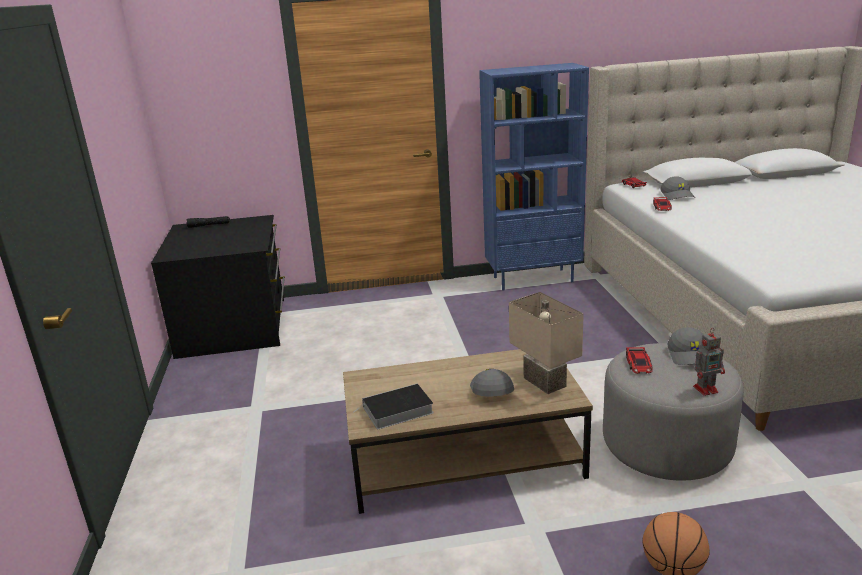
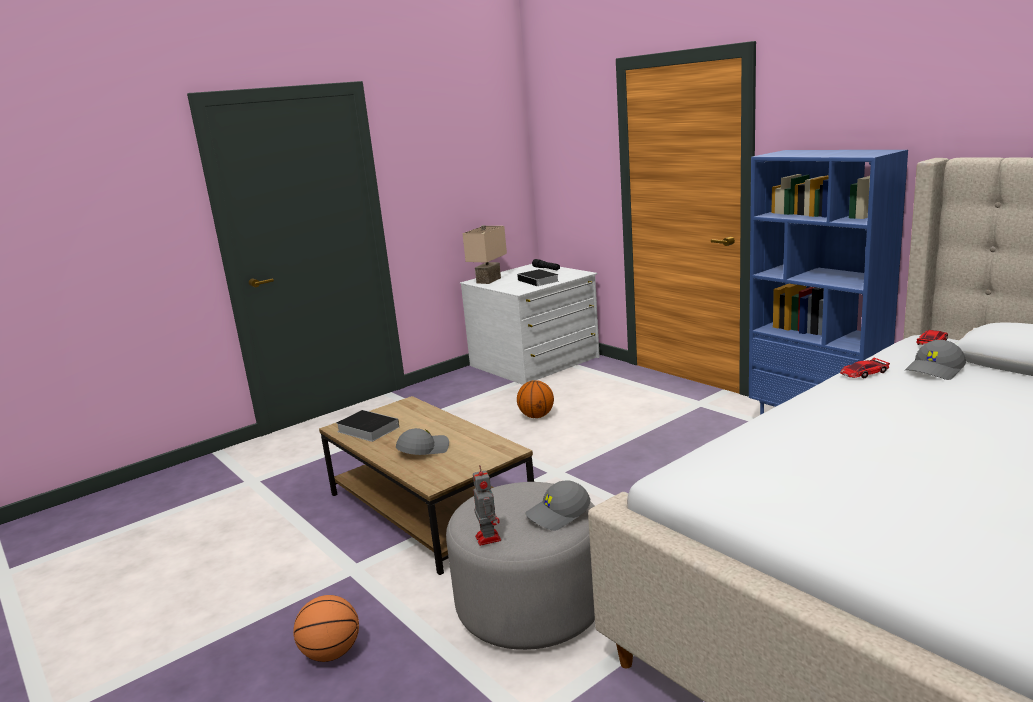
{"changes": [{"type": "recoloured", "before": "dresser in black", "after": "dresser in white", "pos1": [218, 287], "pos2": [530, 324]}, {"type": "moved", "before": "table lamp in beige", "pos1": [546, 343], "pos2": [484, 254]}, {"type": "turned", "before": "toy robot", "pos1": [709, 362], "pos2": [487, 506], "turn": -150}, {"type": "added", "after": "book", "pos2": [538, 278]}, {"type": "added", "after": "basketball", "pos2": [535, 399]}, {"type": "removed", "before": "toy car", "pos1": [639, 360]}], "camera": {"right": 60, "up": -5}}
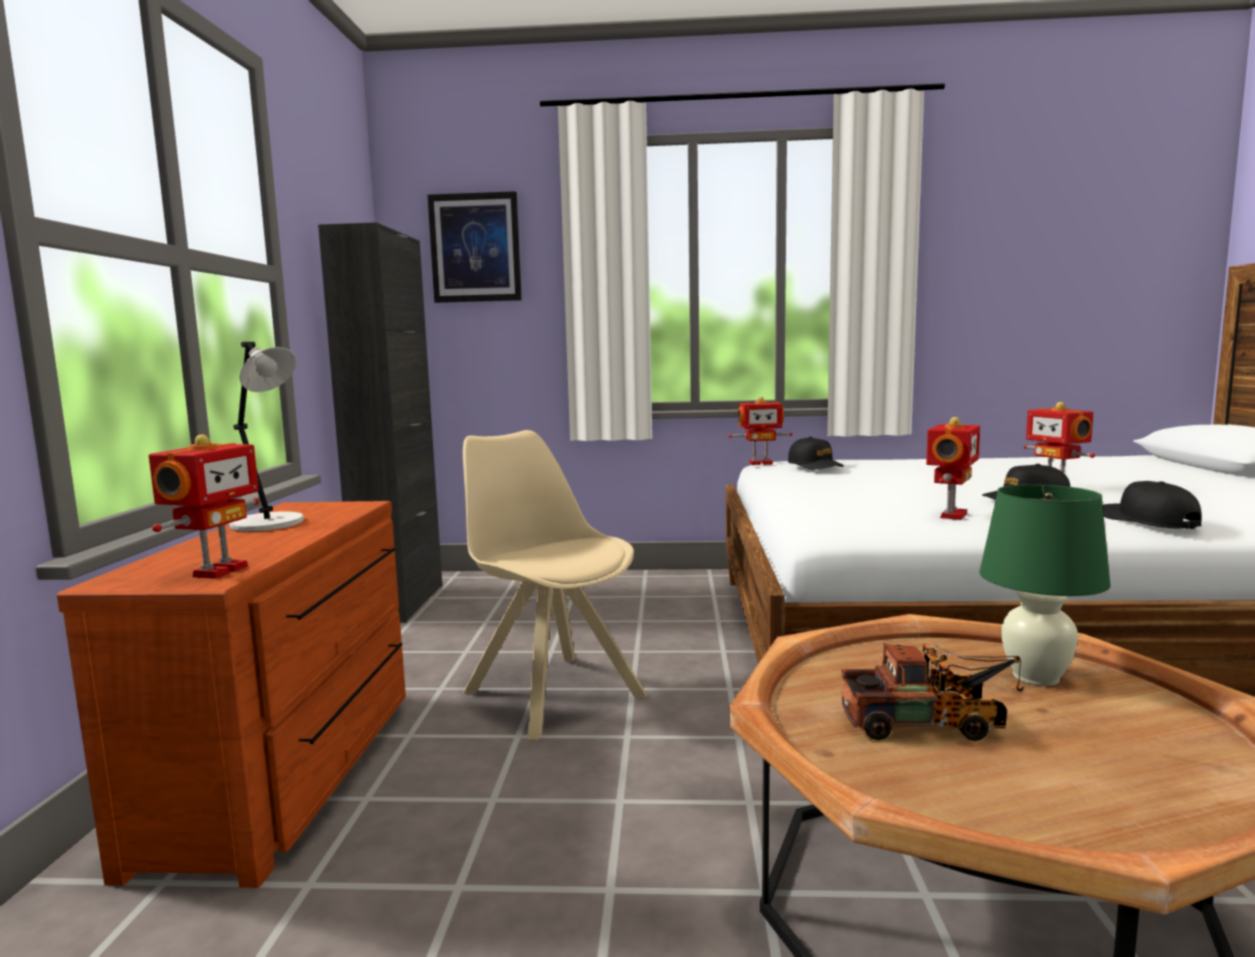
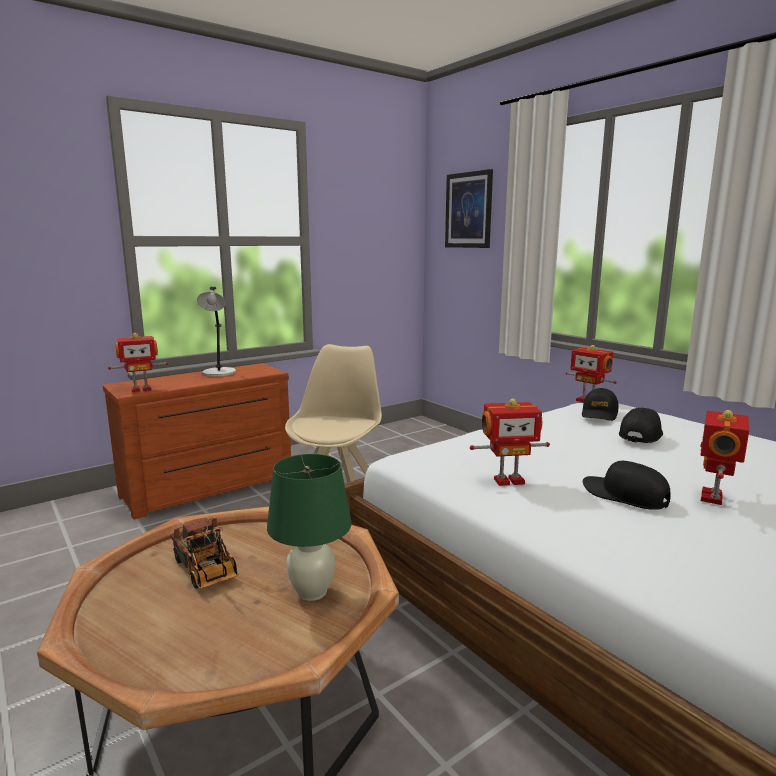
{"changes": [{"type": "moved", "before": "cap in black", "pos1": [1152, 505], "pos2": [641, 425]}, {"type": "removed", "before": "cabinet in black", "pos1": [380, 422]}], "camera": {"right": 50, "up": 5}}
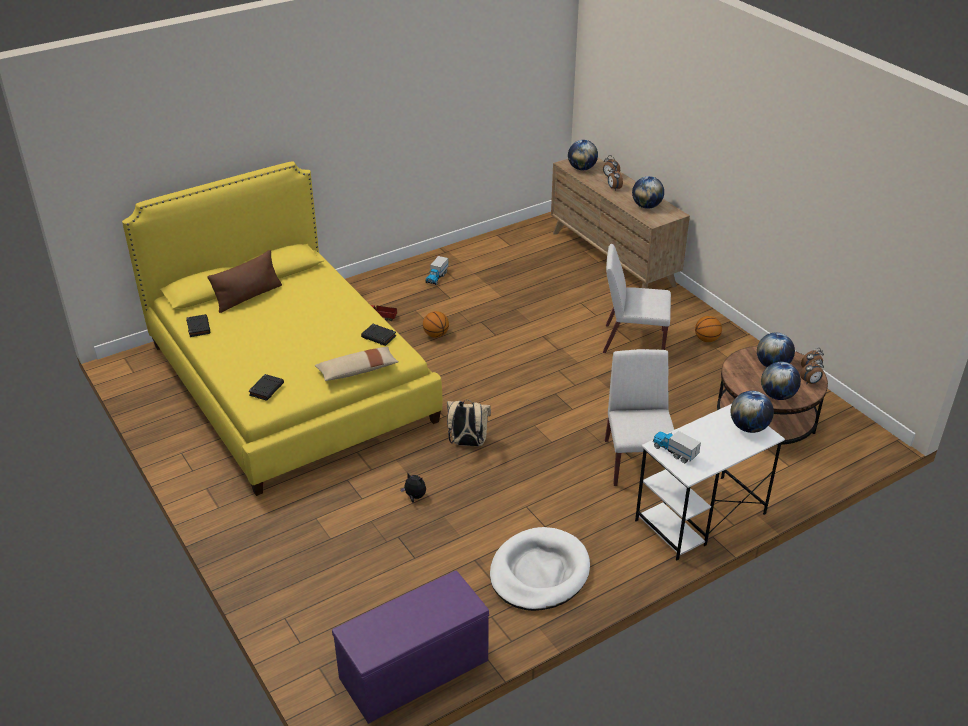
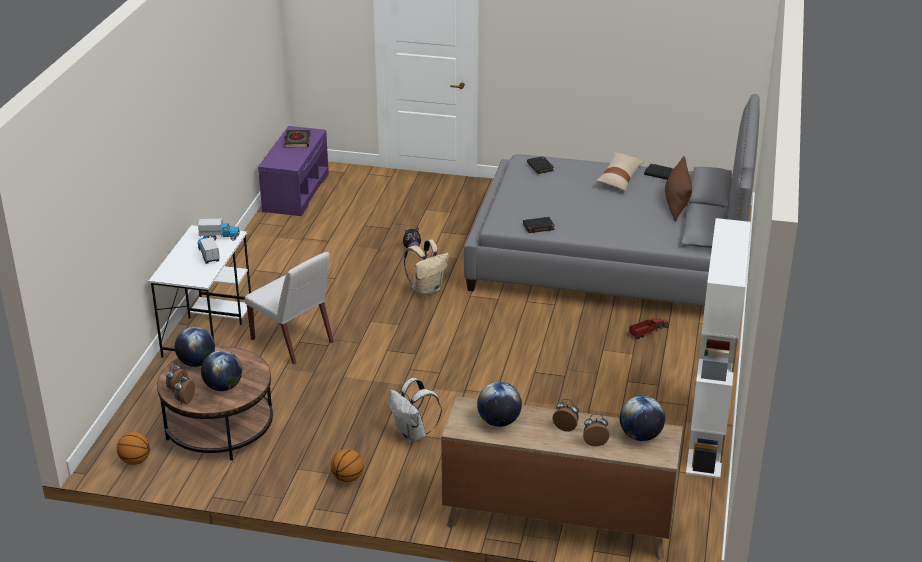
{"changes": [{"type": "moved", "before": "basketball", "pos1": [436, 324], "pos2": [133, 448]}, {"type": "moved", "before": "toy truck", "pos1": [436, 270], "pos2": [209, 250]}, {"type": "added", "after": "book in black", "pos2": [297, 139]}, {"type": "replaced", "before": "chair in white", "after": "backpack in white", "pos1": [637, 298], "pos2": [415, 410]}, {"type": "recoloured", "before": "bed in yellow", "after": "bed in grey", "pos1": [282, 328], "pos2": [612, 200]}, {"type": "moved", "before": "pillow in beige", "pos1": [357, 364], "pos2": [620, 171]}, {"type": "added", "after": "bookcase in white", "pos2": [718, 348]}, {"type": "removed", "before": "dog bed in white", "pos1": [540, 569]}, {"type": "removed", "before": "globe", "pos1": [752, 412]}], "camera": {"right": 135, "up": -5}}
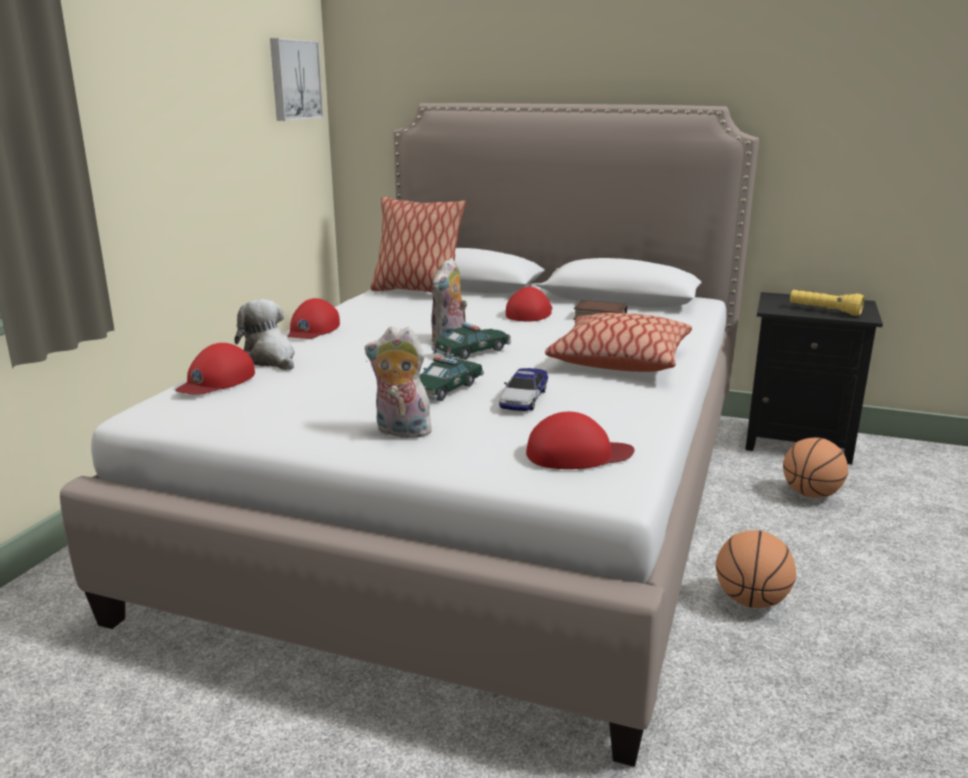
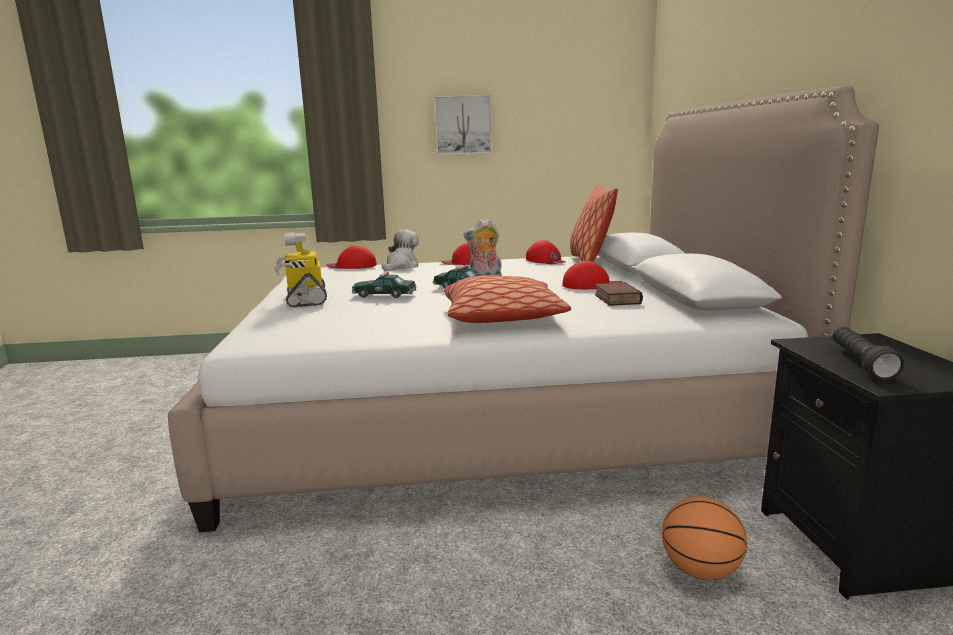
{"changes": [{"type": "replaced", "before": "plush toy", "after": "toy robot", "pos1": [401, 382], "pos2": [300, 270]}, {"type": "moved", "before": "picture", "pos1": [297, 79], "pos2": [463, 125]}, {"type": "moved", "before": "cap in red", "pos1": [580, 440], "pos2": [545, 252]}, {"type": "recoloured", "before": "flashlight in yellow", "after": "flashlight in black", "pos1": [827, 303], "pos2": [868, 353]}, {"type": "removed", "before": "toy car", "pos1": [523, 389]}, {"type": "removed", "before": "basketball", "pos1": [756, 569]}], "camera": {"right": 65, "up": -5}}
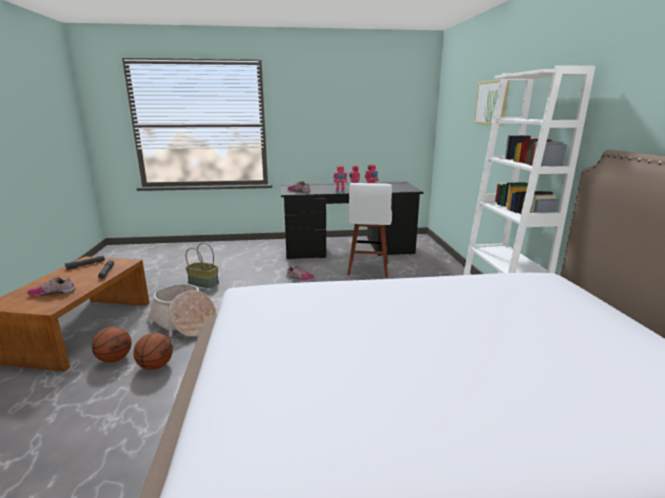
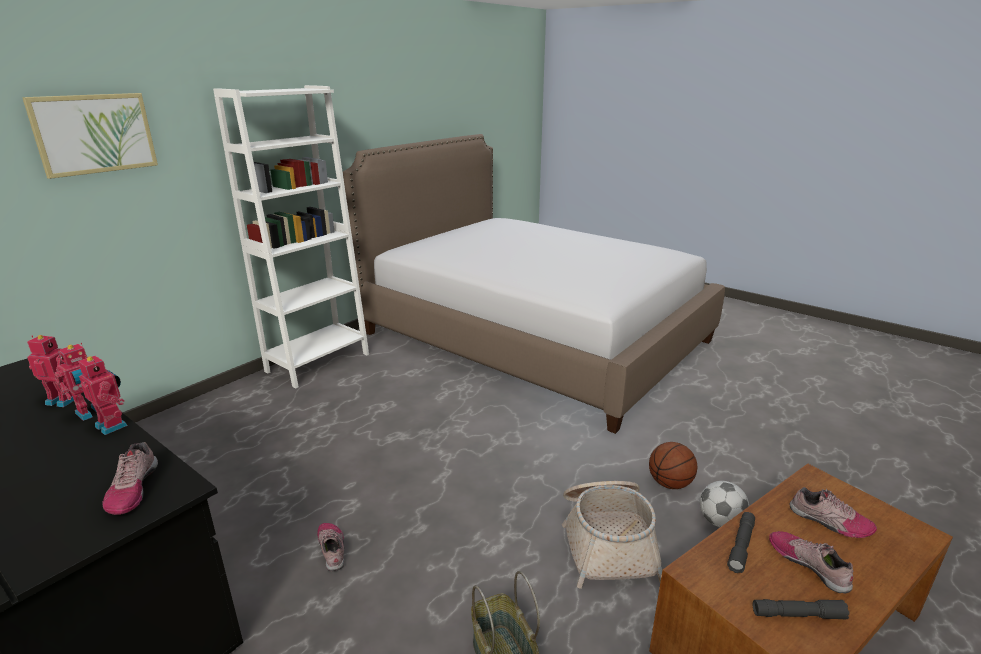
{"changes": [{"type": "replaced", "before": "basketball", "after": "football", "pos1": [112, 345], "pos2": [724, 504]}, {"type": "added", "after": "shoe", "pos2": [811, 562]}, {"type": "removed", "before": "stool in white", "pos1": [369, 230]}], "camera": {"right": -135, "up": 5}}
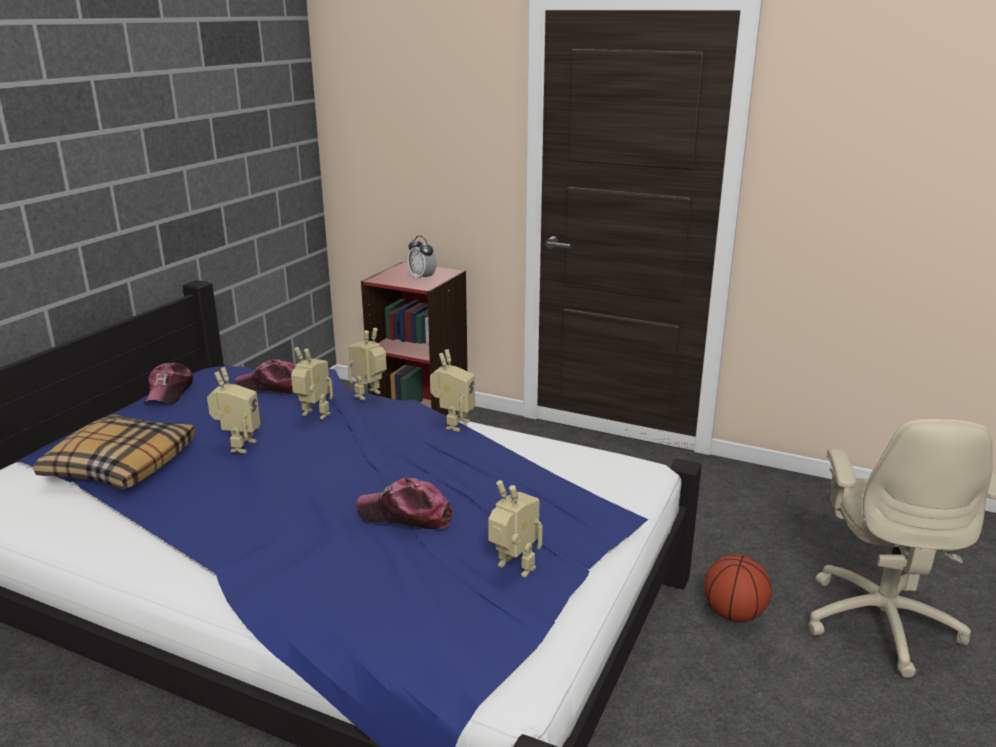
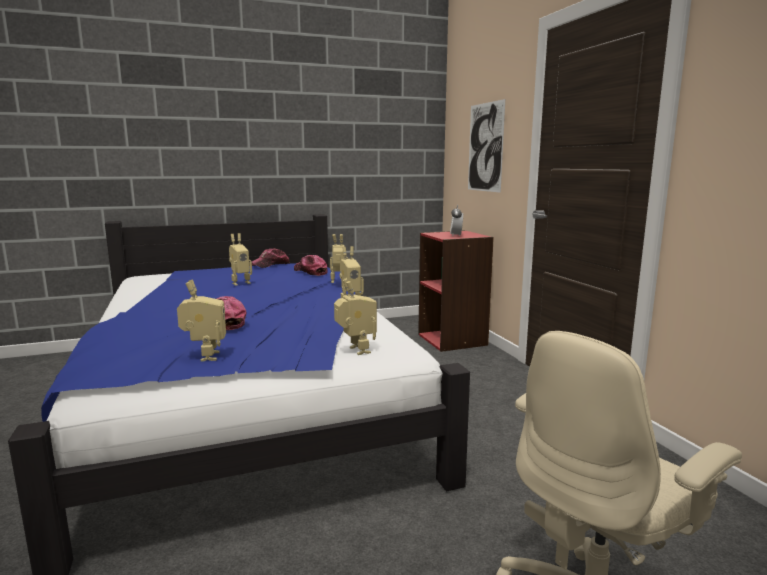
{"changes": [{"type": "moved", "before": "toy robot", "pos1": [312, 383], "pos2": [355, 317]}, {"type": "added", "after": "picture", "pos2": [486, 146]}, {"type": "removed", "before": "pillow", "pos1": [114, 451]}, {"type": "removed", "before": "basketball", "pos1": [738, 588]}], "camera": {"right": 45, "up": -10}}
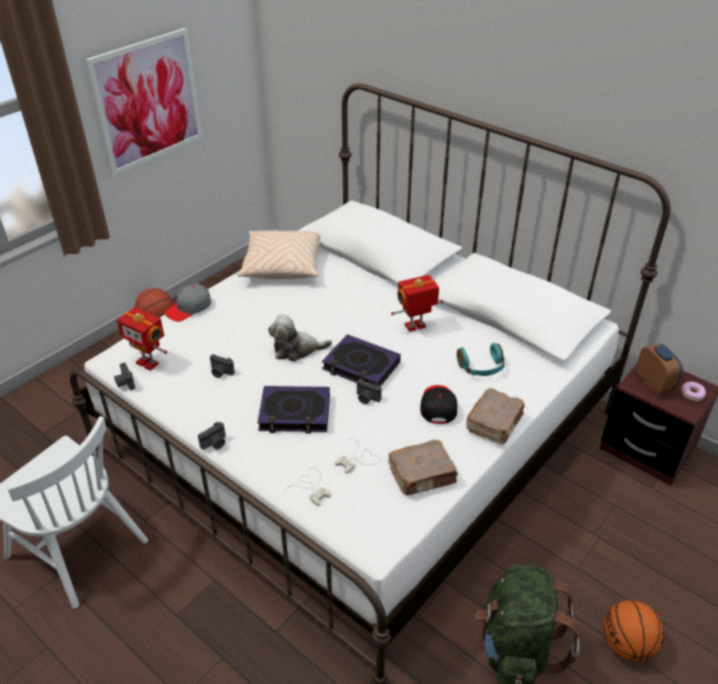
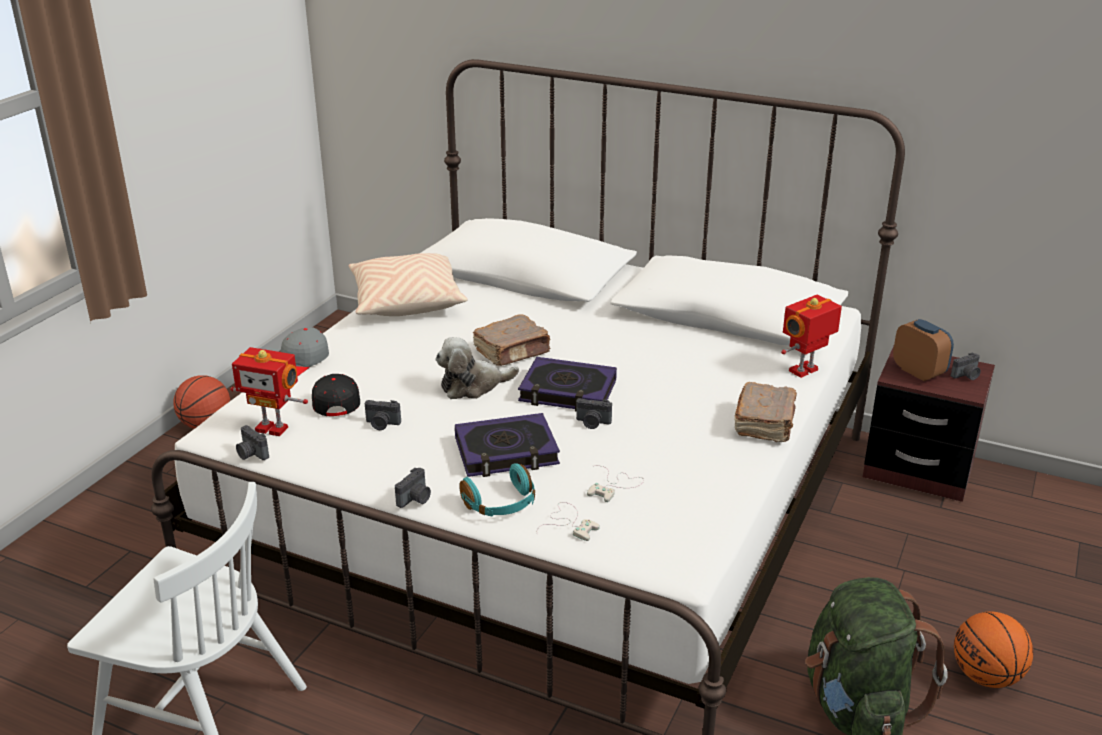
{"changes": [{"type": "moved", "before": "cap in black", "pos1": [438, 404], "pos2": [336, 395]}, {"type": "moved", "before": "headphones in turquoise", "pos1": [481, 359], "pos2": [497, 490]}, {"type": "moved", "before": "book in brown", "pos1": [423, 467], "pos2": [512, 340]}, {"type": "moved", "before": "toy robot", "pos1": [417, 303], "pos2": [811, 336]}, {"type": "replaced", "before": "donut", "after": "photo camera", "pos1": [693, 391], "pos2": [966, 366]}, {"type": "removed", "before": "picture", "pos1": [144, 102]}], "camera": {"right": -15, "up": -10}}
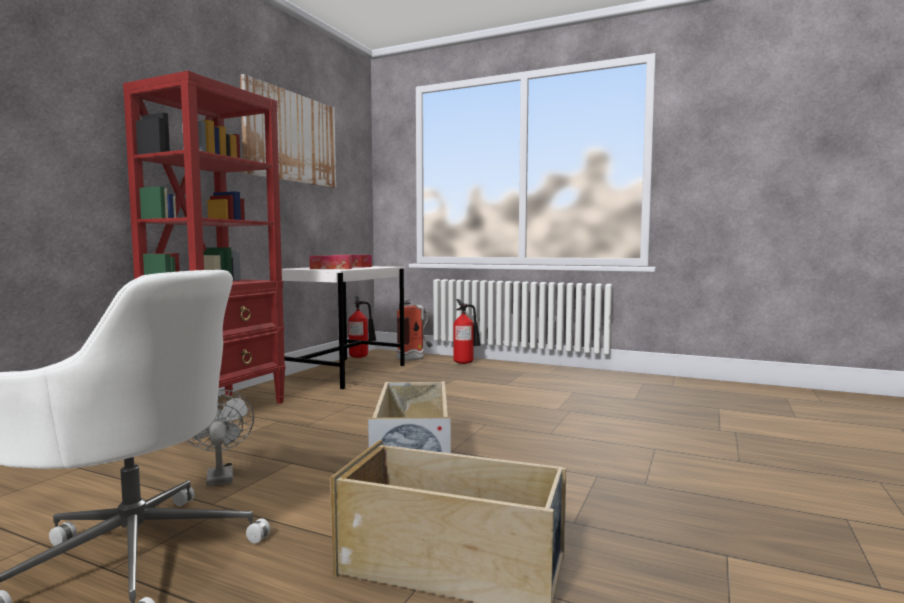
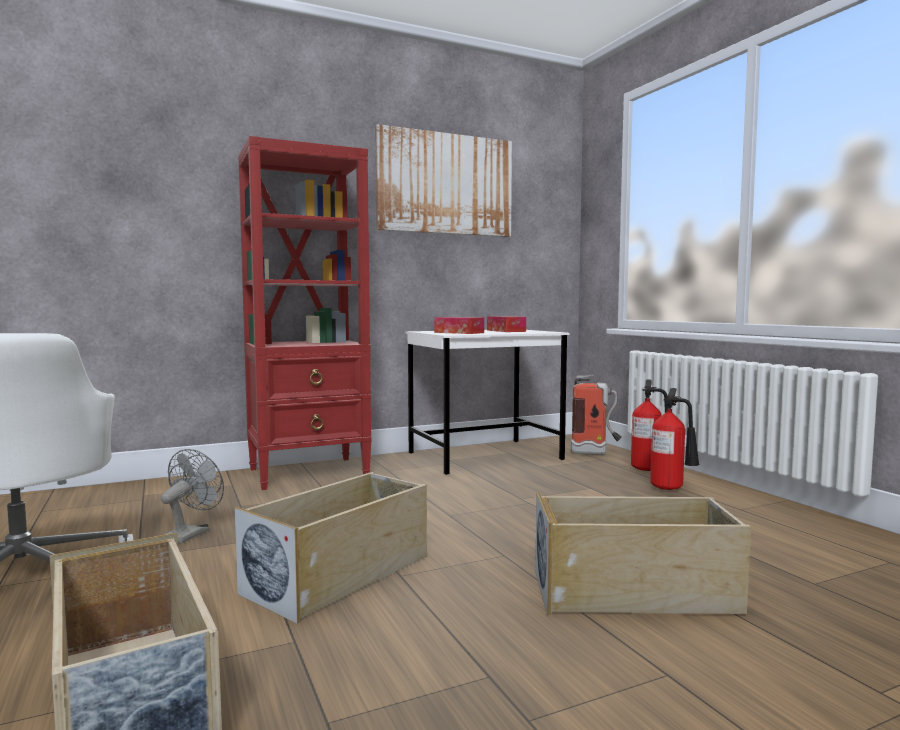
{"changes": [{"type": "added", "after": "storage box in beige", "pos2": [643, 554]}, {"type": "moved", "before": "fire extinguisher", "pos1": [362, 327], "pos2": [675, 439]}], "camera": {"right": 40, "up": 0}}
